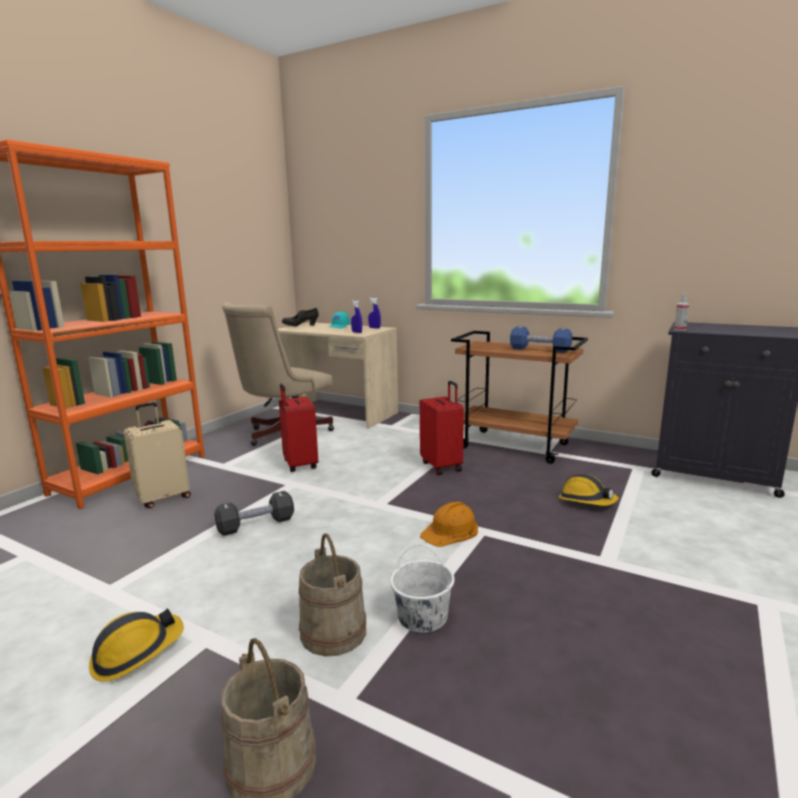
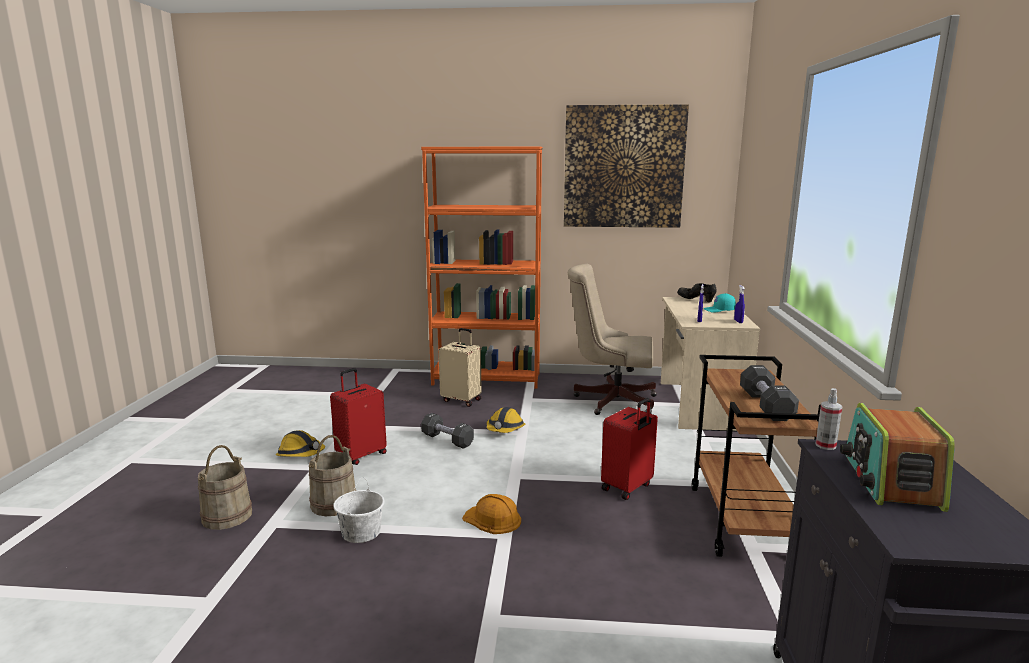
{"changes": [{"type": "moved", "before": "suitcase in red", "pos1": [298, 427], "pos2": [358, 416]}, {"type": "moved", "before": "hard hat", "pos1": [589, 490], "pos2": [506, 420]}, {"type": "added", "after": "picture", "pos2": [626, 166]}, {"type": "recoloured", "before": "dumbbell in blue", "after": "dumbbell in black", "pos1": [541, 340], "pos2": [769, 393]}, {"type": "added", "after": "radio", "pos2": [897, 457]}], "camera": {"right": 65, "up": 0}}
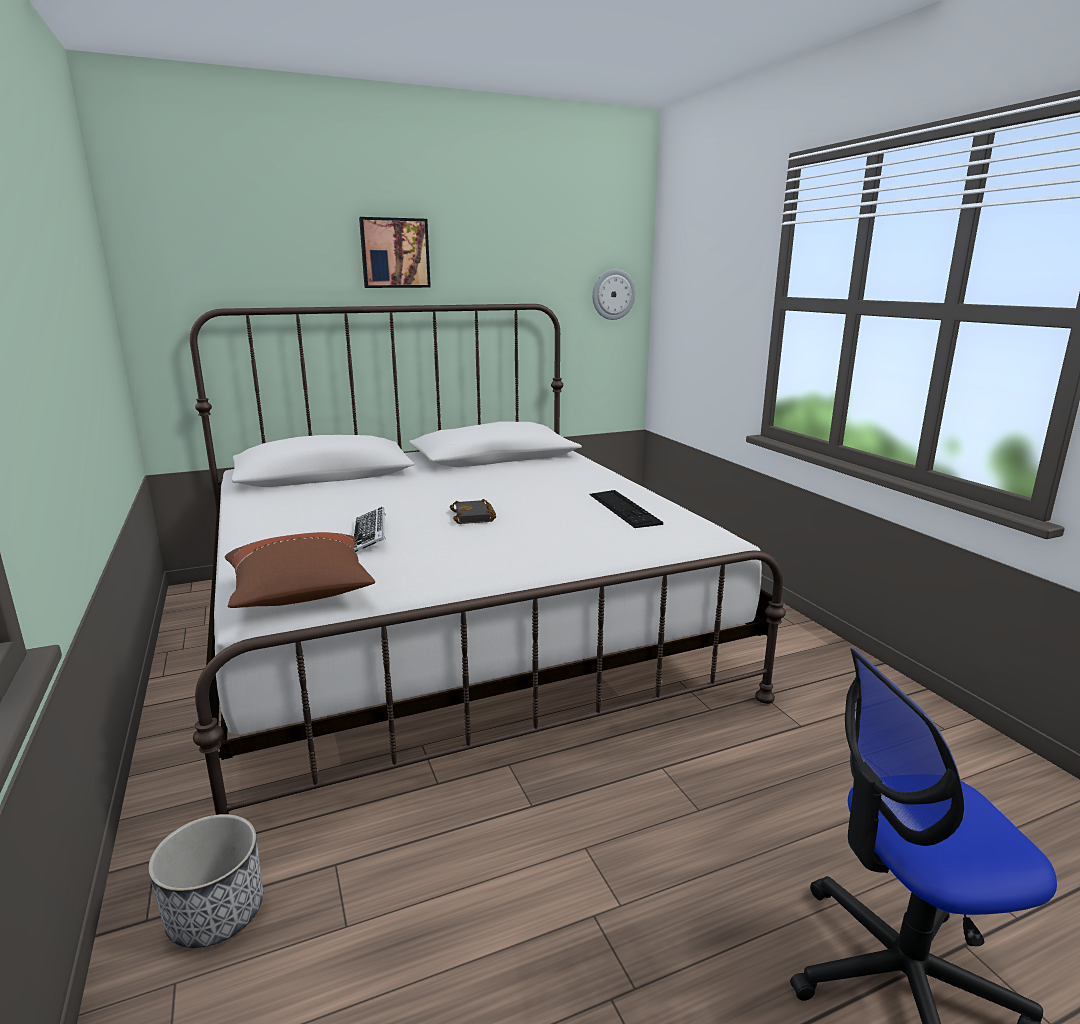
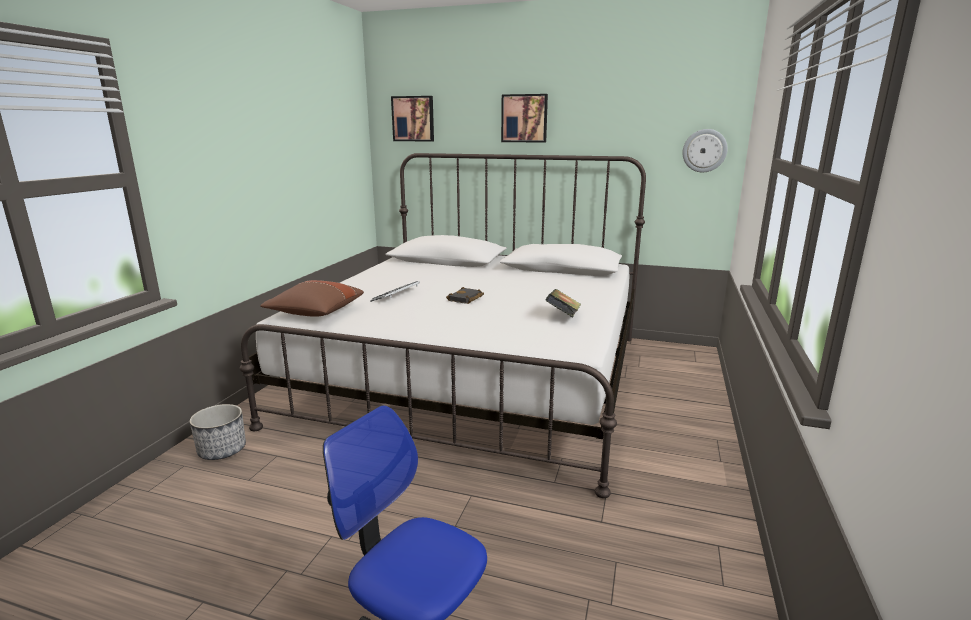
{"changes": [{"type": "added", "after": "picture", "pos2": [412, 119]}, {"type": "replaced", "before": "keyboard", "after": "book", "pos1": [626, 509], "pos2": [563, 303]}], "camera": {"right": 40, "up": 0}}
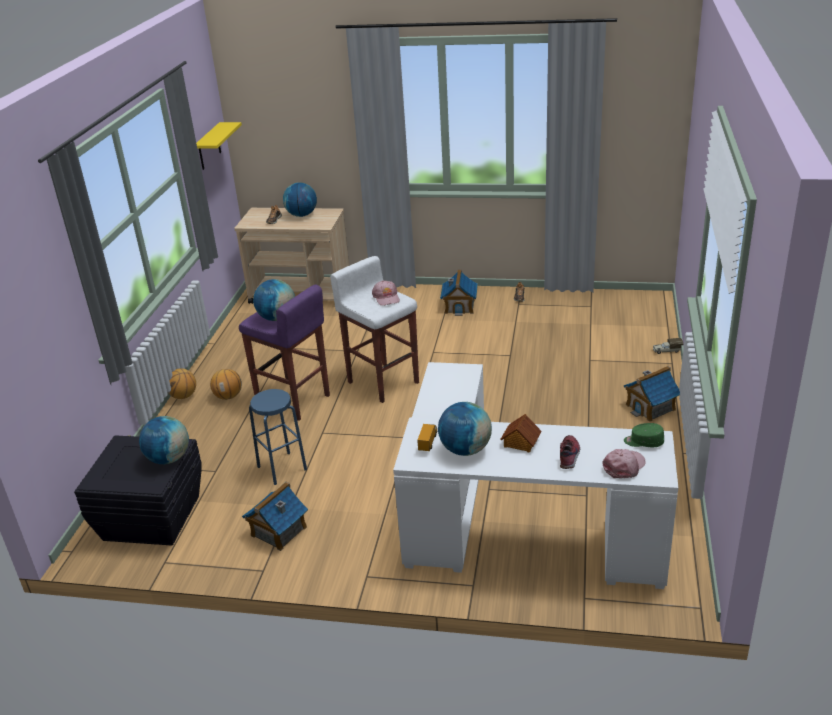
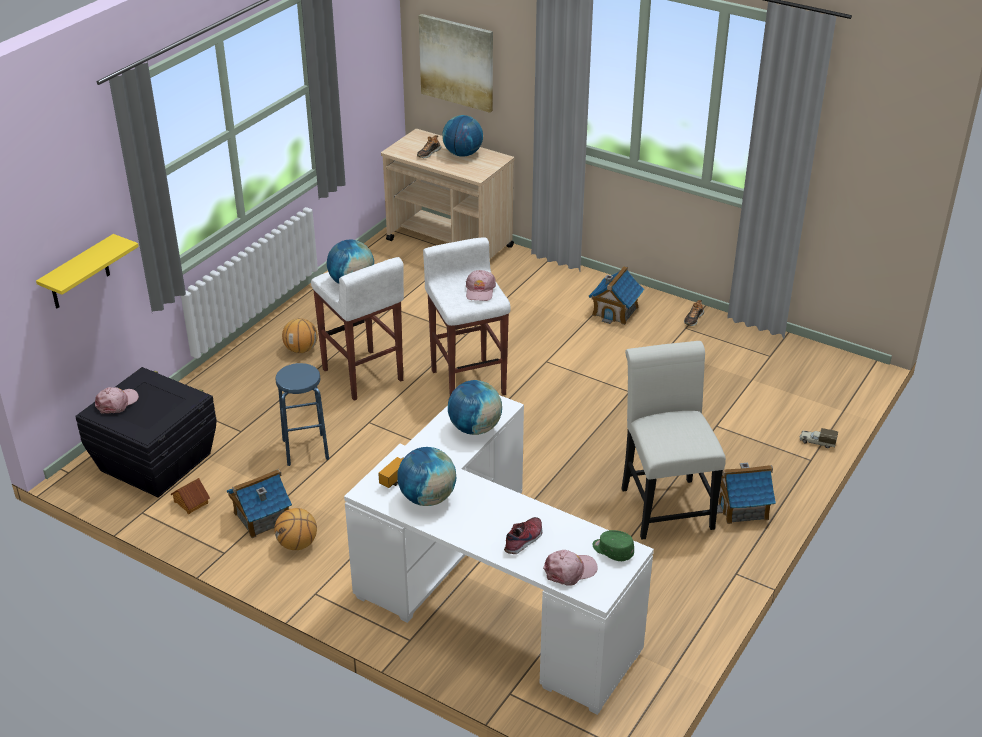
{"changes": [{"type": "moved", "before": "shelf in yellow", "pos1": [219, 146], "pos2": [87, 271]}, {"type": "added", "after": "cap in pink", "pos2": [117, 400]}, {"type": "moved", "before": "toy house", "pos1": [521, 433], "pos2": [190, 496]}, {"type": "moved", "before": "basketball", "pos1": [181, 383], "pos2": [295, 529]}, {"type": "recoloured", "before": "stool in purple", "after": "stool in white", "pos1": [284, 353], "pos2": [357, 329]}, {"type": "added", "after": "picture", "pos2": [456, 63]}, {"type": "moved", "before": "globe", "pos1": [164, 440], "pos2": [475, 407]}, {"type": "added", "after": "chair in white", "pos2": [673, 440]}], "camera": {"right": 20, "up": 5}}
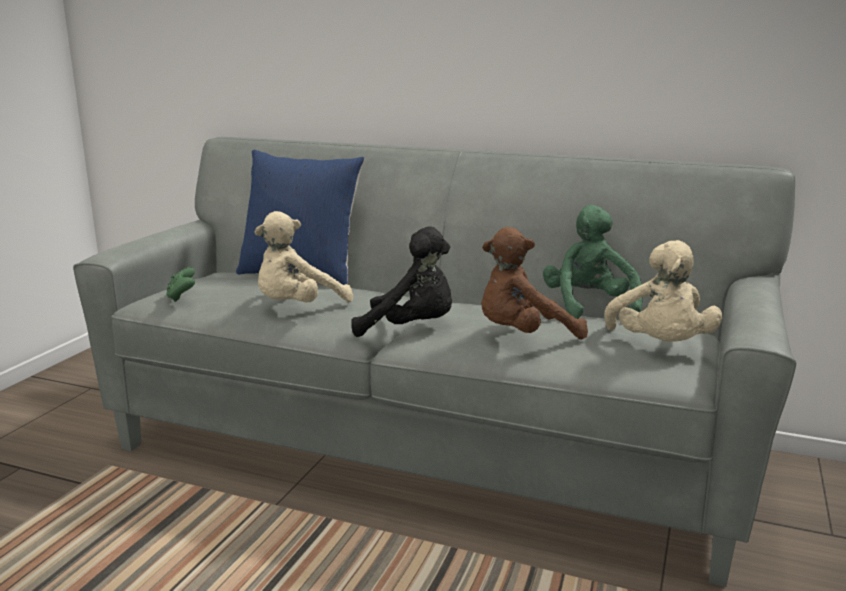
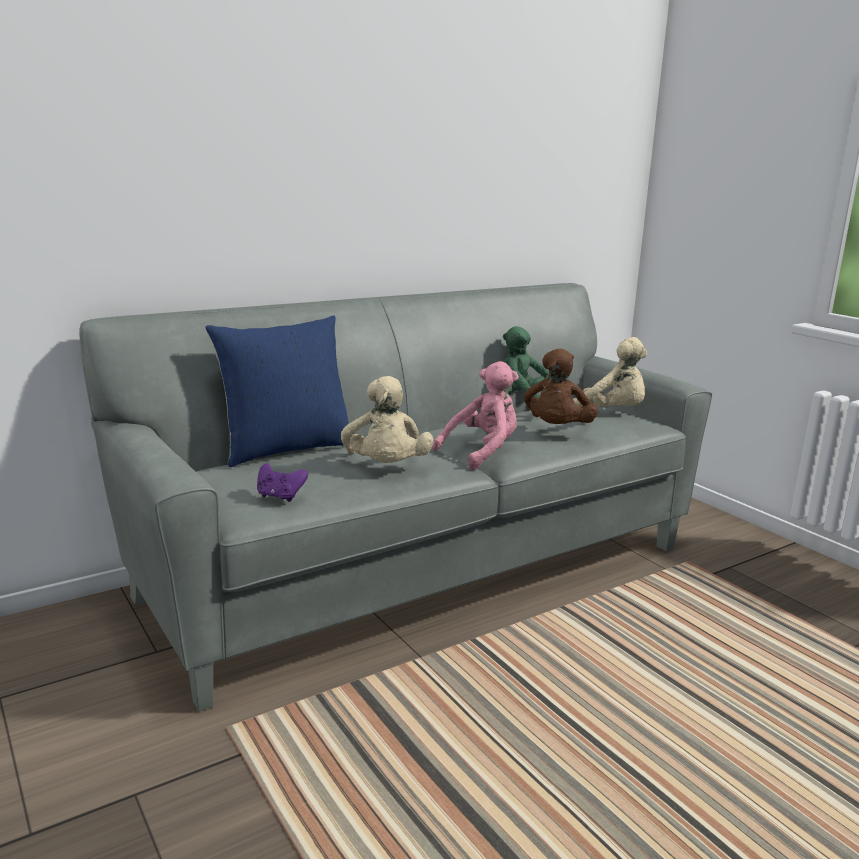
{"changes": [{"type": "recoloured", "before": "game controller in green", "after": "game controller in purple", "pos1": [180, 284], "pos2": [282, 482]}, {"type": "recoloured", "before": "plush toy in black", "after": "plush toy in pink", "pos1": [401, 281], "pos2": [476, 415]}], "camera": {"right": -55, "up": 0}}
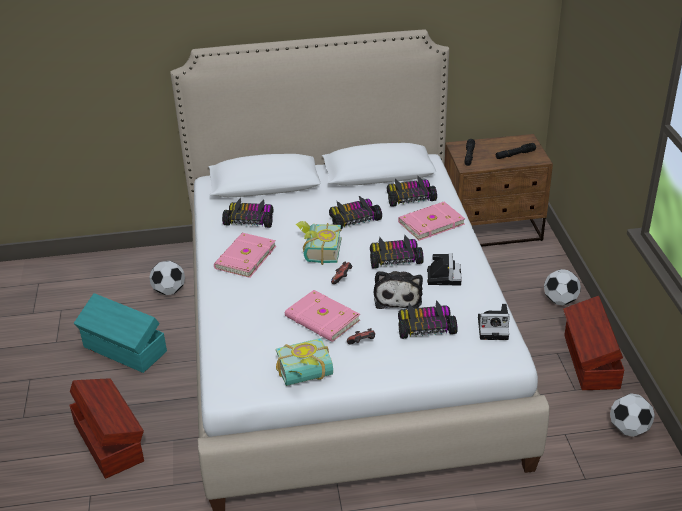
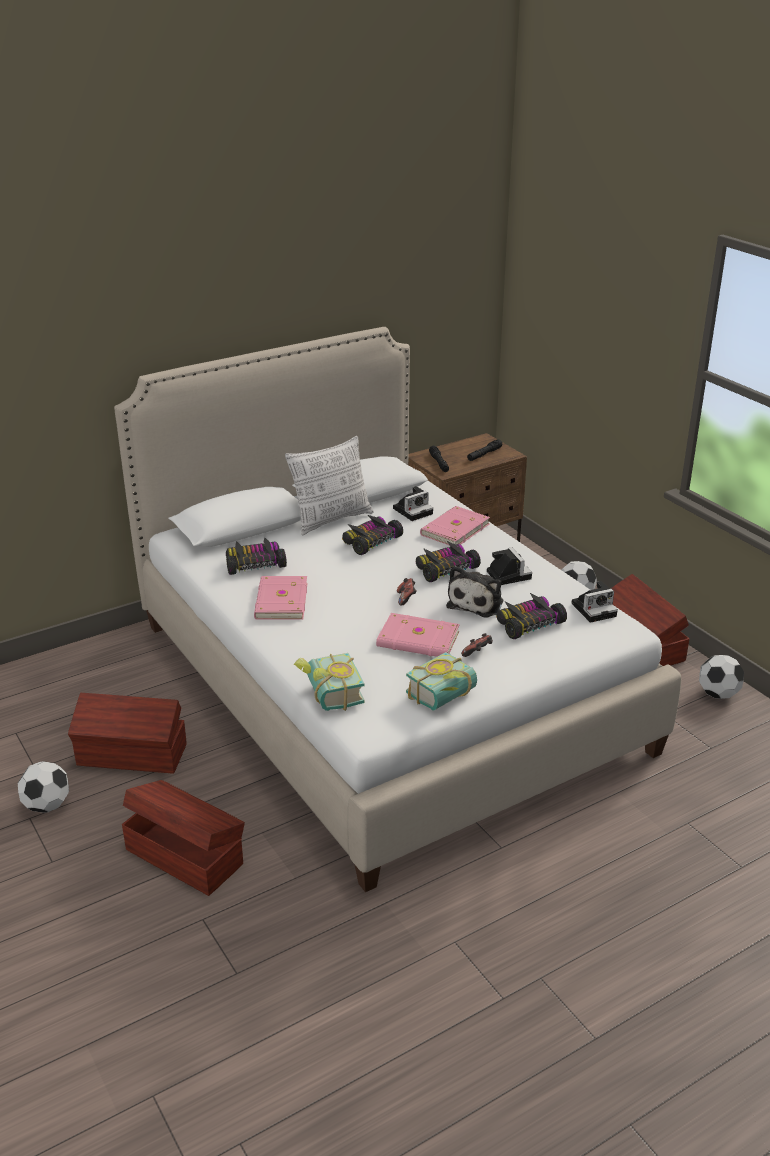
{"changes": [{"type": "moved", "before": "football", "pos1": [167, 278], "pos2": [43, 787]}, {"type": "recoloured", "before": "storage box in turquoise", "after": "storage box in brown", "pos1": [120, 333], "pos2": [127, 733]}, {"type": "added", "after": "pillow", "pos2": [329, 485]}, {"type": "moved", "before": "book", "pos1": [318, 243], "pos2": [329, 682]}, {"type": "replaced", "before": "toy car", "after": "photo camera", "pos1": [412, 191], "pos2": [413, 503]}, {"type": "turned", "before": "plush toy", "pos1": [398, 290], "pos2": [474, 591], "turn": 45}], "camera": {"right": -25, "up": -5}}
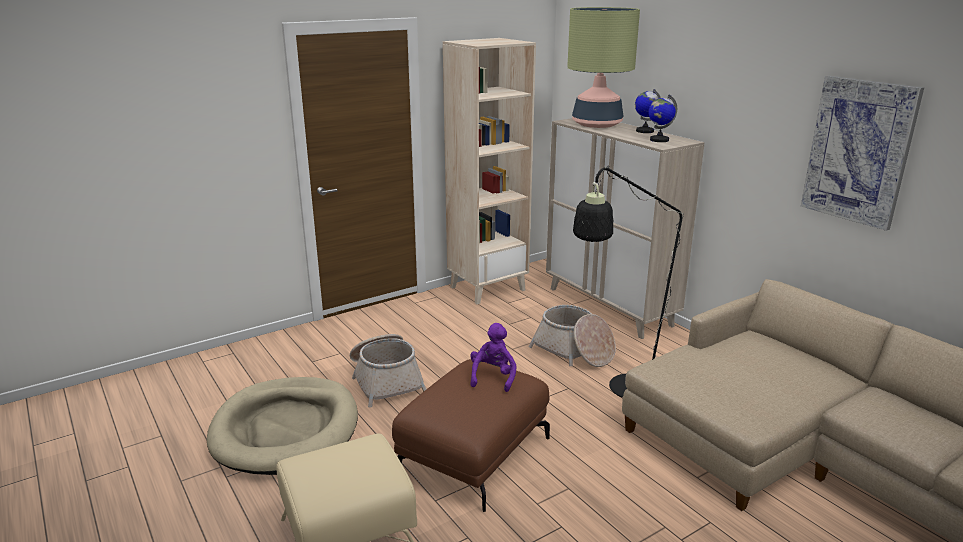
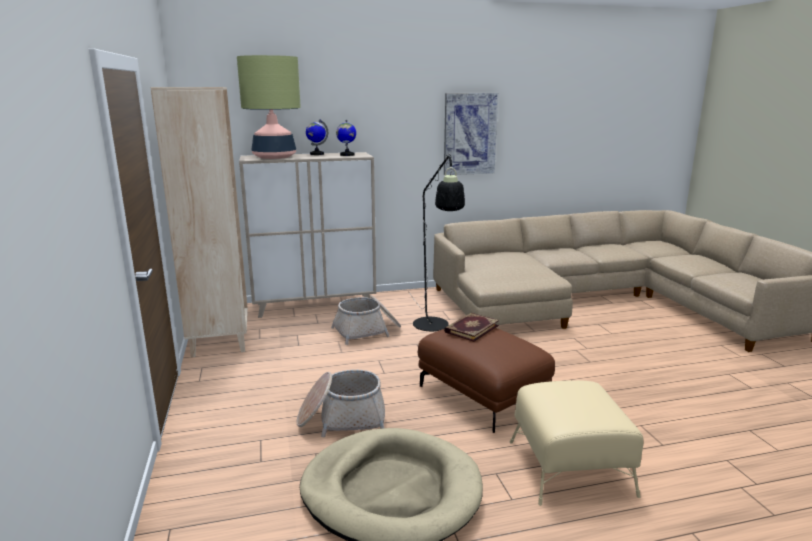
{"changes": [{"type": "replaced", "before": "plush toy in purple", "after": "book", "pos1": [493, 357], "pos2": [471, 327]}], "camera": {"right": -70, "up": -5}}
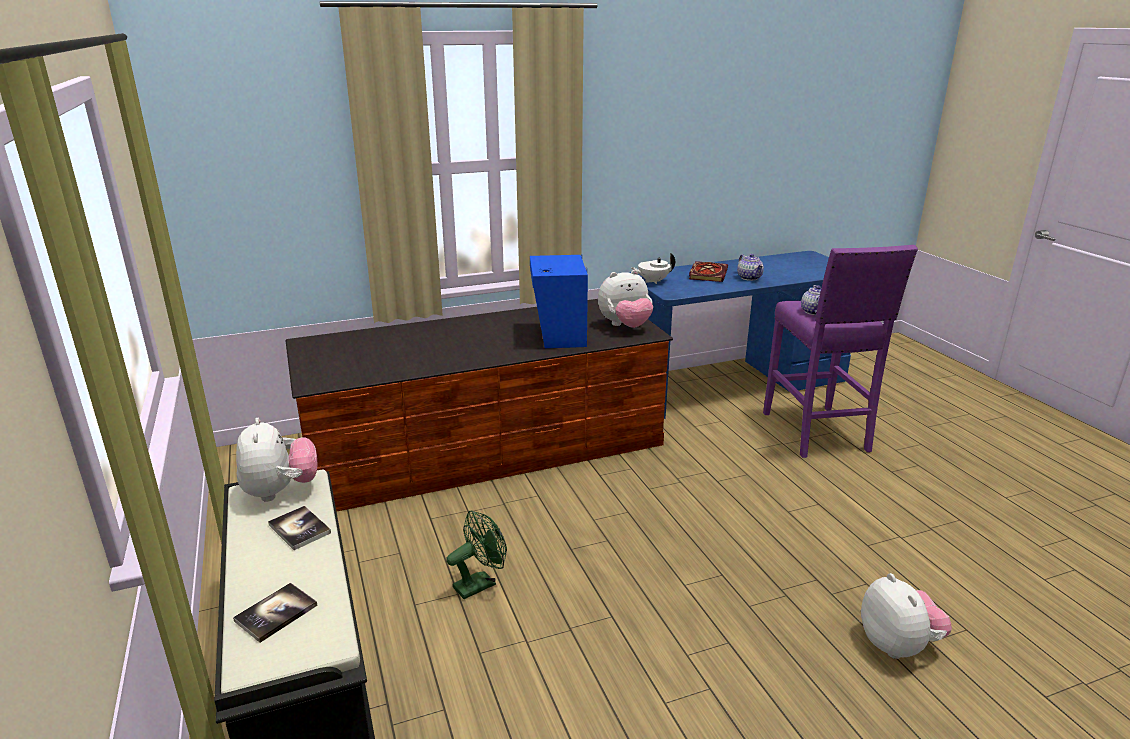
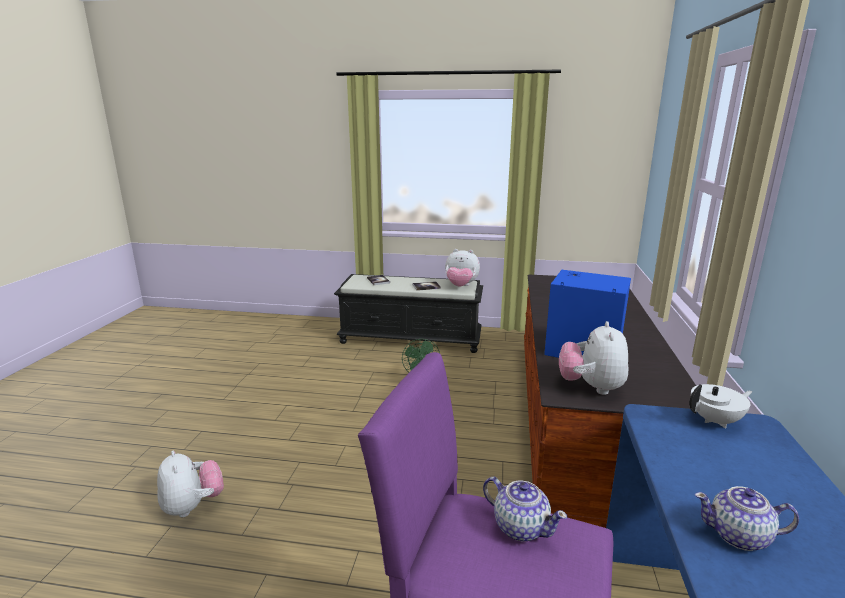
{"changes": [{"type": "turned", "before": "plush toy", "pos1": [906, 616], "pos2": [190, 483], "turn": -135}, {"type": "turned", "before": "teapot in white", "pos1": [653, 268], "pos2": [720, 406], "turn": 60}, {"type": "removed", "before": "book", "pos1": [708, 271]}], "camera": {"right": 120, "up": -5}}
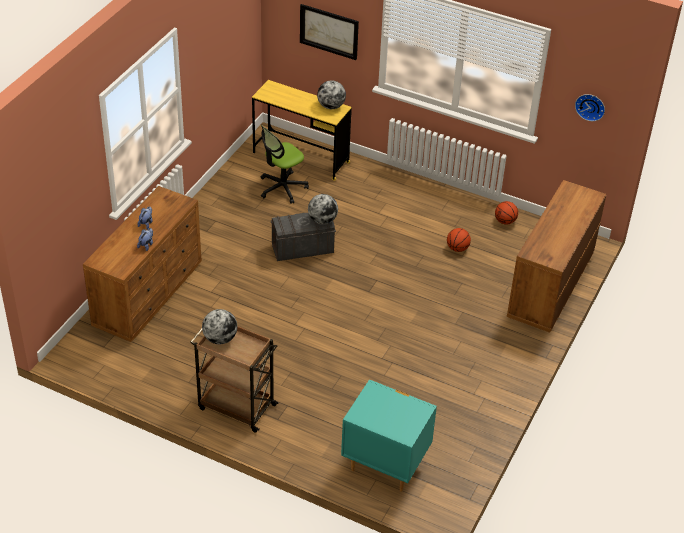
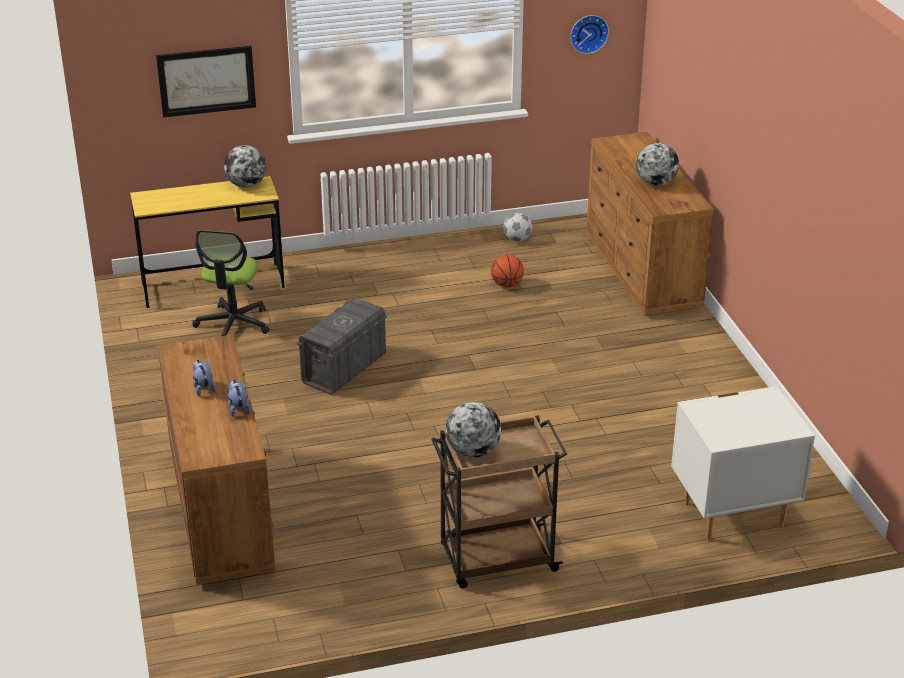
{"changes": [{"type": "replaced", "before": "basketball", "after": "football", "pos1": [506, 213], "pos2": [517, 227]}, {"type": "moved", "before": "globe", "pos1": [323, 209], "pos2": [657, 164]}, {"type": "recoloured", "before": "nightstand in turquoise", "after": "nightstand in white", "pos1": [389, 435], "pos2": [743, 463]}], "camera": {"right": -40, "up": -10}}
